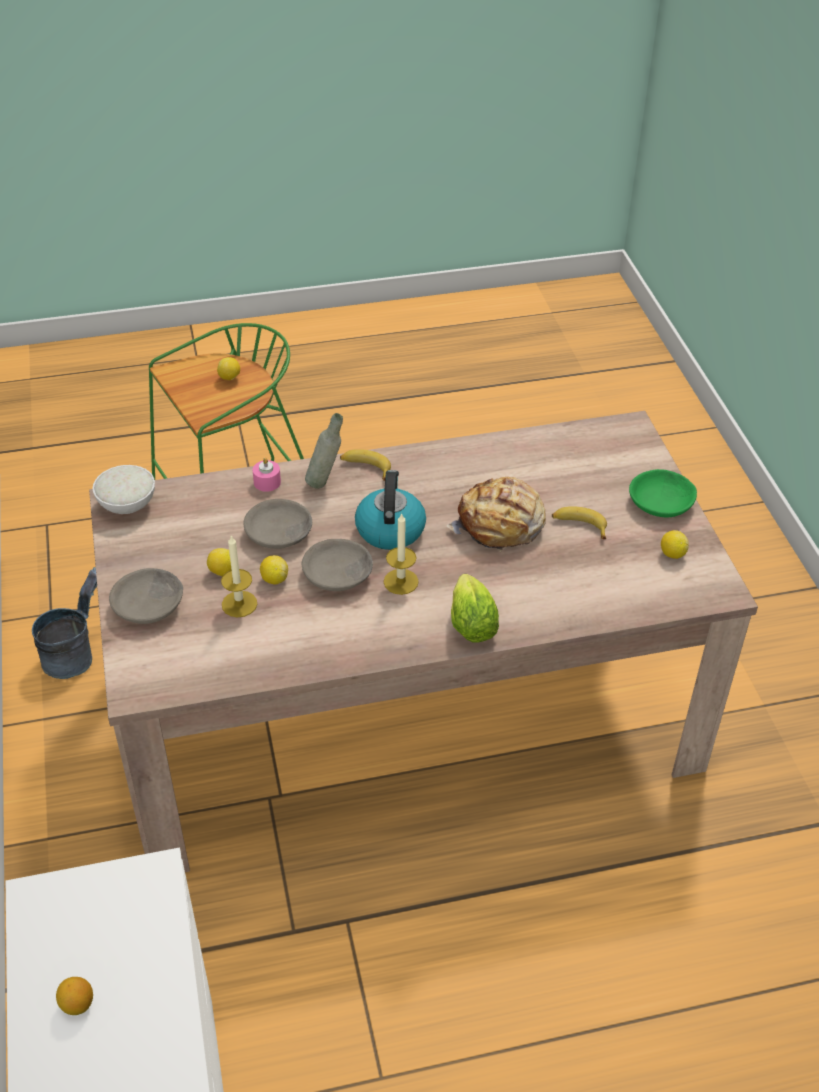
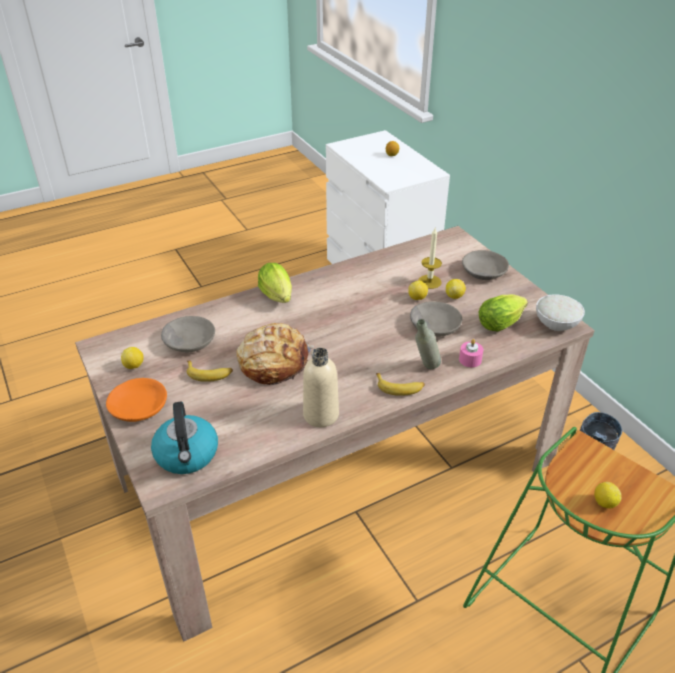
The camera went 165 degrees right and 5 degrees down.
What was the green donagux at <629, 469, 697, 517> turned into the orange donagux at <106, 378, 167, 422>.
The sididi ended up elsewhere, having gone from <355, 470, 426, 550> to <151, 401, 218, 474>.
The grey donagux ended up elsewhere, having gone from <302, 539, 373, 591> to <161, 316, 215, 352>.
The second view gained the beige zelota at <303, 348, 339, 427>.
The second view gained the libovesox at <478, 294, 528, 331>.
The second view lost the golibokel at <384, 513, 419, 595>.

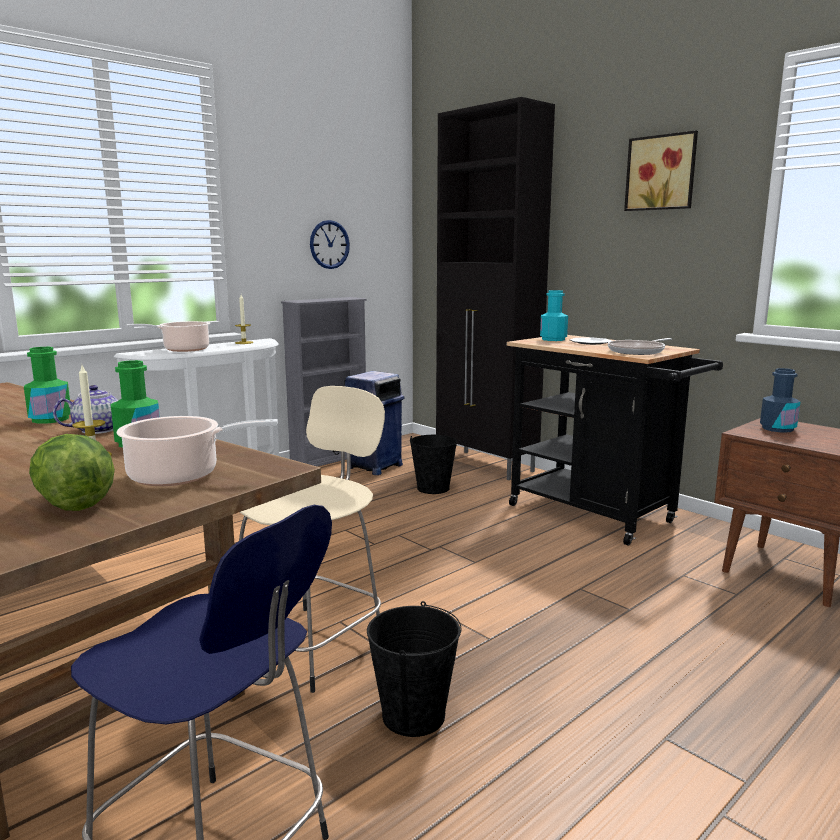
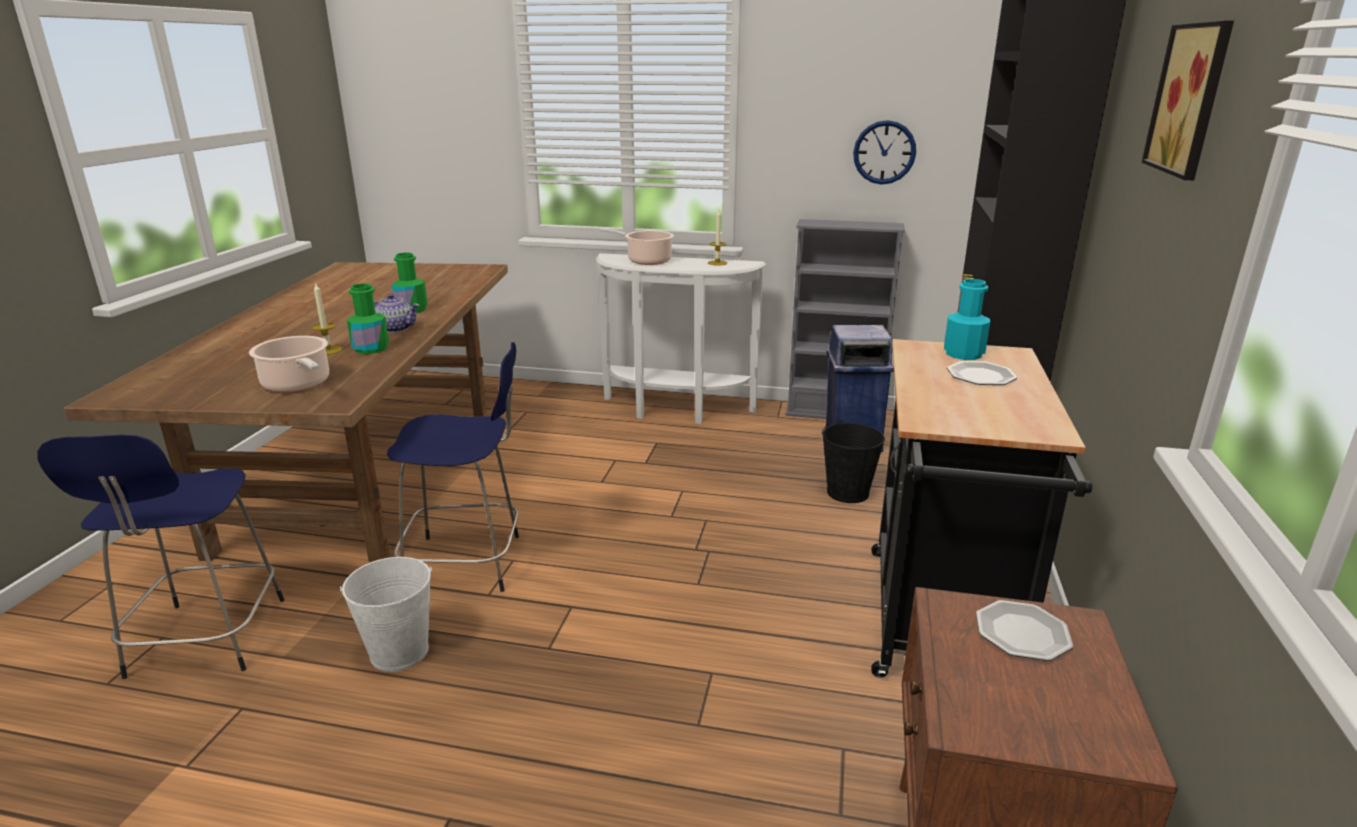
The camera went 55 degrees right and 10 degrees up.
What was the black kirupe at <367, 601, 461, 737> turned into the white kirupe at <340, 557, 432, 672>.
What was the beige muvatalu at <239, 386, 385, 693> turned into the blue muvatalu at <387, 342, 519, 592>.
Where the blue zelota stood at <760, 368, 800, 433>, the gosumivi came to stand at <976, 600, 1073, 661>.
The second view lost the libovesox at <29, 434, 115, 511>.
The second view lost the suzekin at <608, 338, 672, 355>.

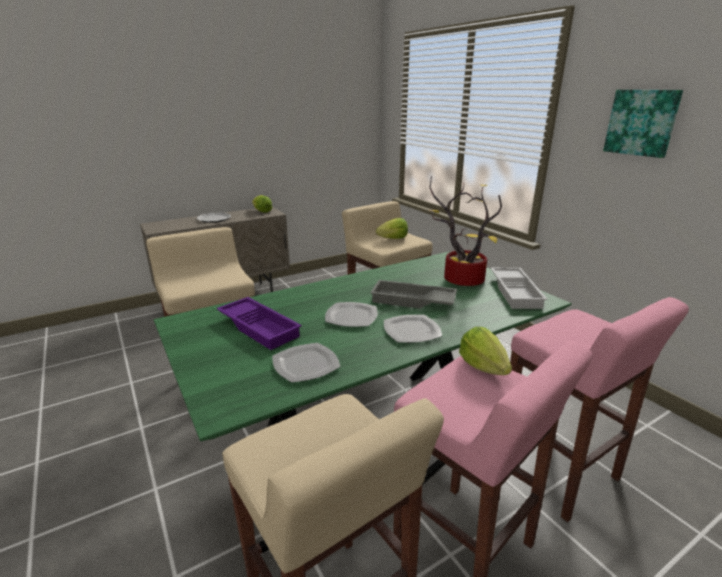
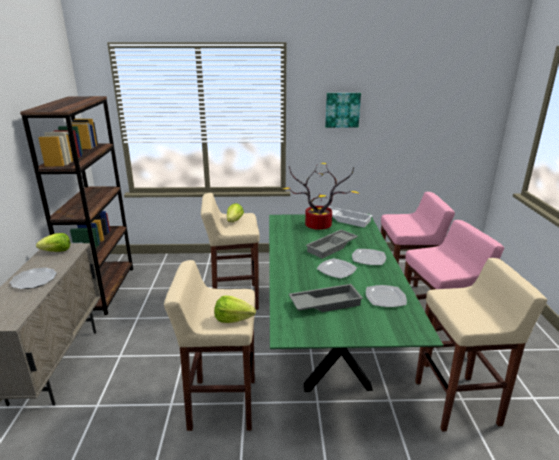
The camera went 60 degrees left and 0 degrees up.
The second view gained the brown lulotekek at <20, 96, 133, 315>.
The libovesox ended up elsewhere, having gone from <459, 327, 512, 375> to <214, 296, 256, 323>.
What was the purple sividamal at <217, 297, 302, 350> turned into the grey sividamal at <289, 284, 363, 312>.

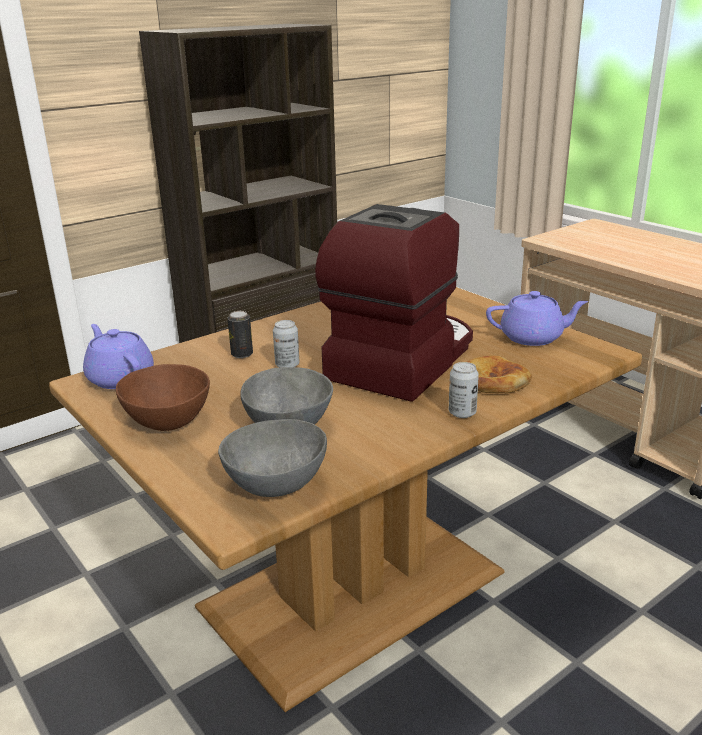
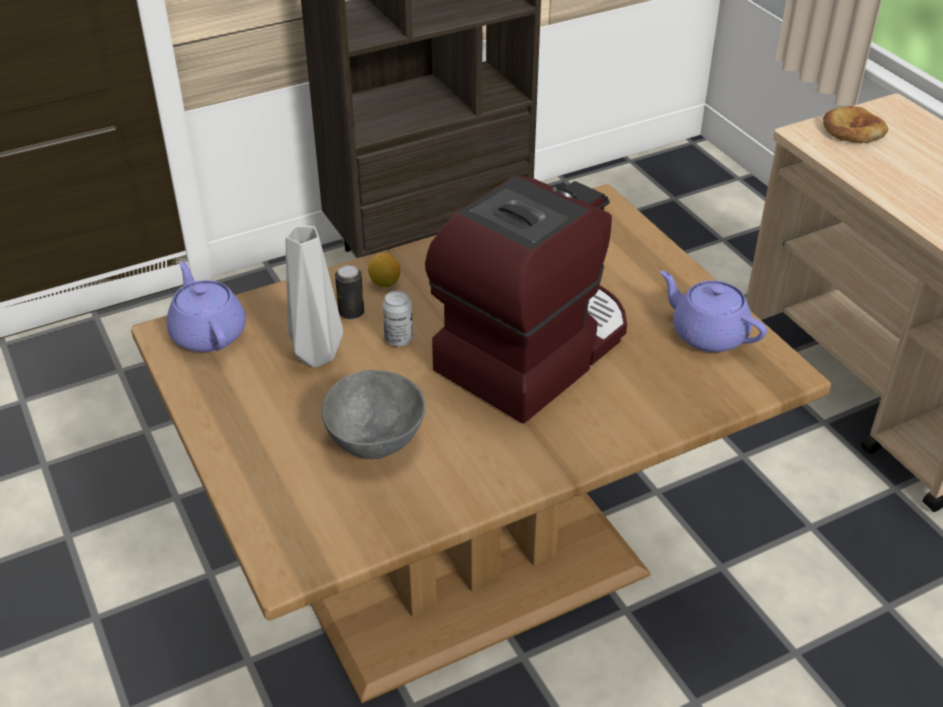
The camera went 10 degrees right and 15 degrees up.
The second view gained the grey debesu at <286, 226, 343, 367>.
The second view gained the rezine at <368, 253, 401, 287>.
The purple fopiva at <486, 291, 589, 346> ended up facing another way, 150 degrees counterclockwise from before.
The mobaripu ended up elsewhere, having gone from <467, 356, 532, 393> to <823, 106, 888, 143>.
The second view lost the brown donagux at <116, 364, 210, 431>.
The second view lost the grey donagux at <218, 419, 327, 497>.
The second view lost the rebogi at <449, 362, 479, 418>.

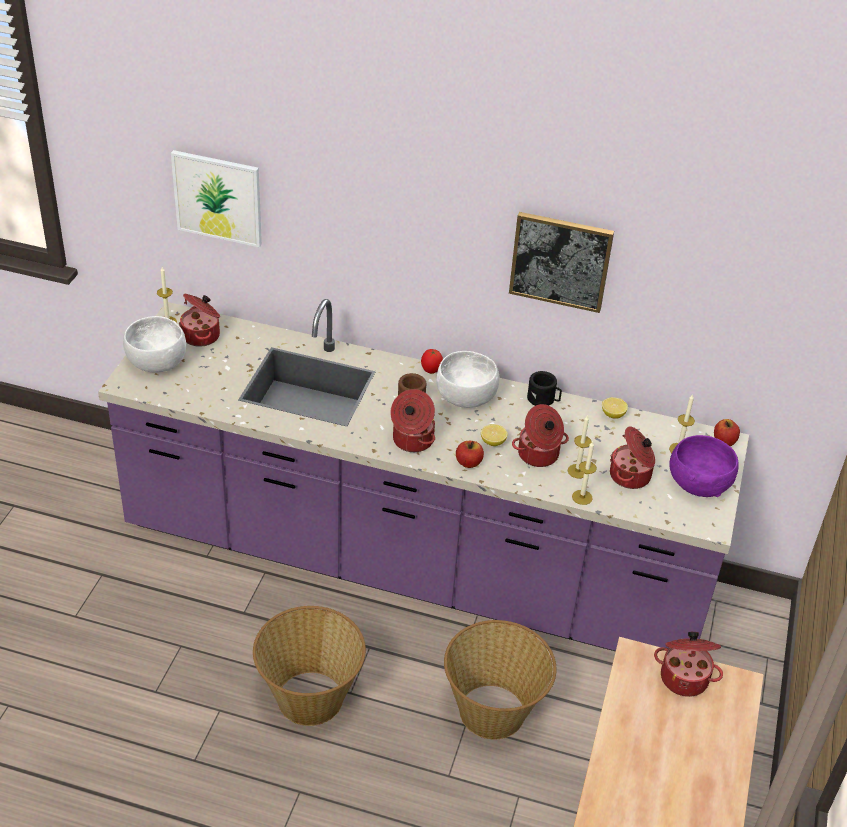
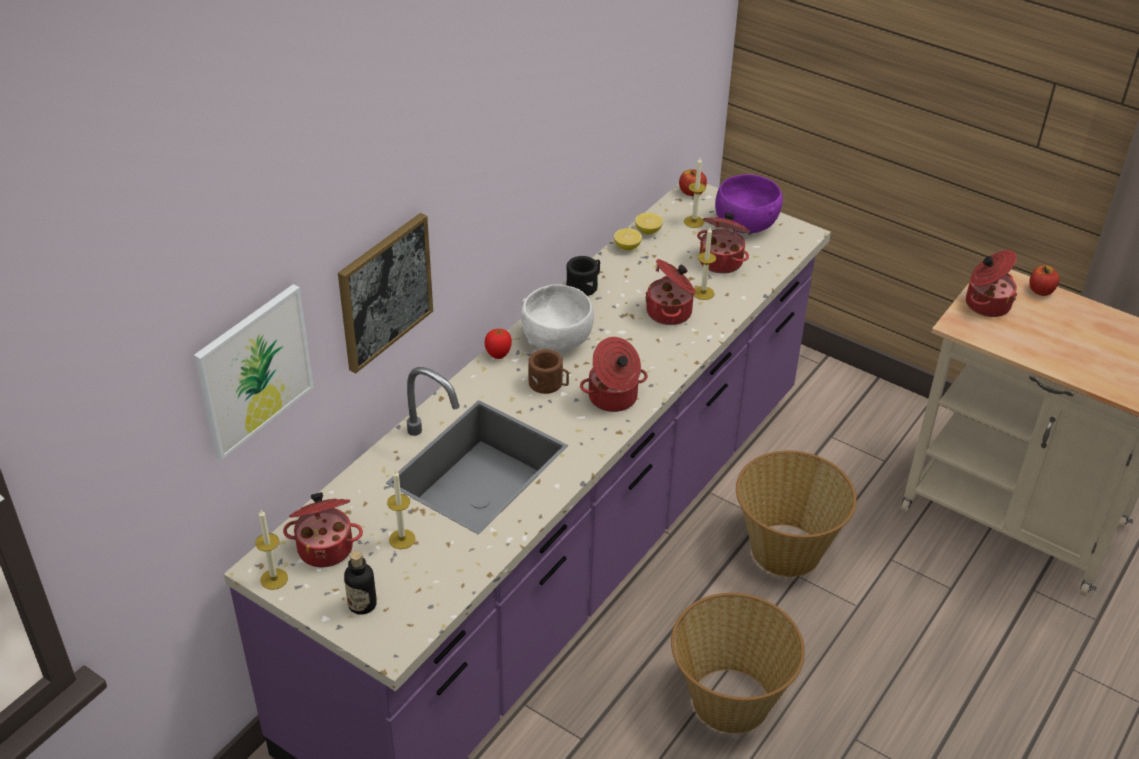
The camera went 70 degrees left and 0 degrees up.
The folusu ended up elsewhere, having gone from <509, 212, 614, 313> to <338, 213, 433, 373>.
Where the white donagux stood at <123, 316, 186, 372>, the zelota came to stand at <344, 551, 377, 615>.
The golibokel ended up elsewhere, having gone from <572, 441, 597, 505> to <387, 469, 415, 549>.
The rezine ended up elsewhere, having gone from <481, 424, 508, 446> to <635, 213, 663, 234>.
The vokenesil ended up elsewhere, having gone from <456, 441, 484, 468> to <1029, 265, 1059, 296>.

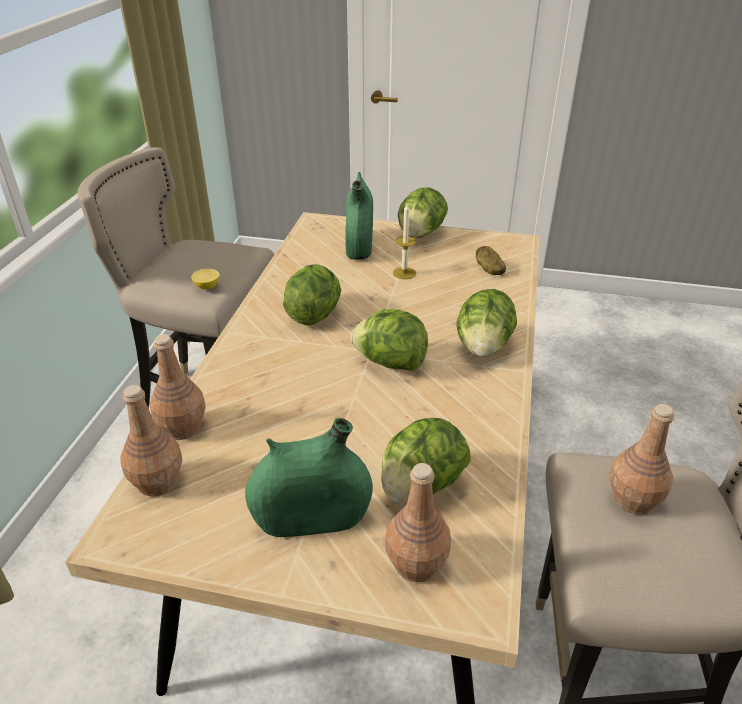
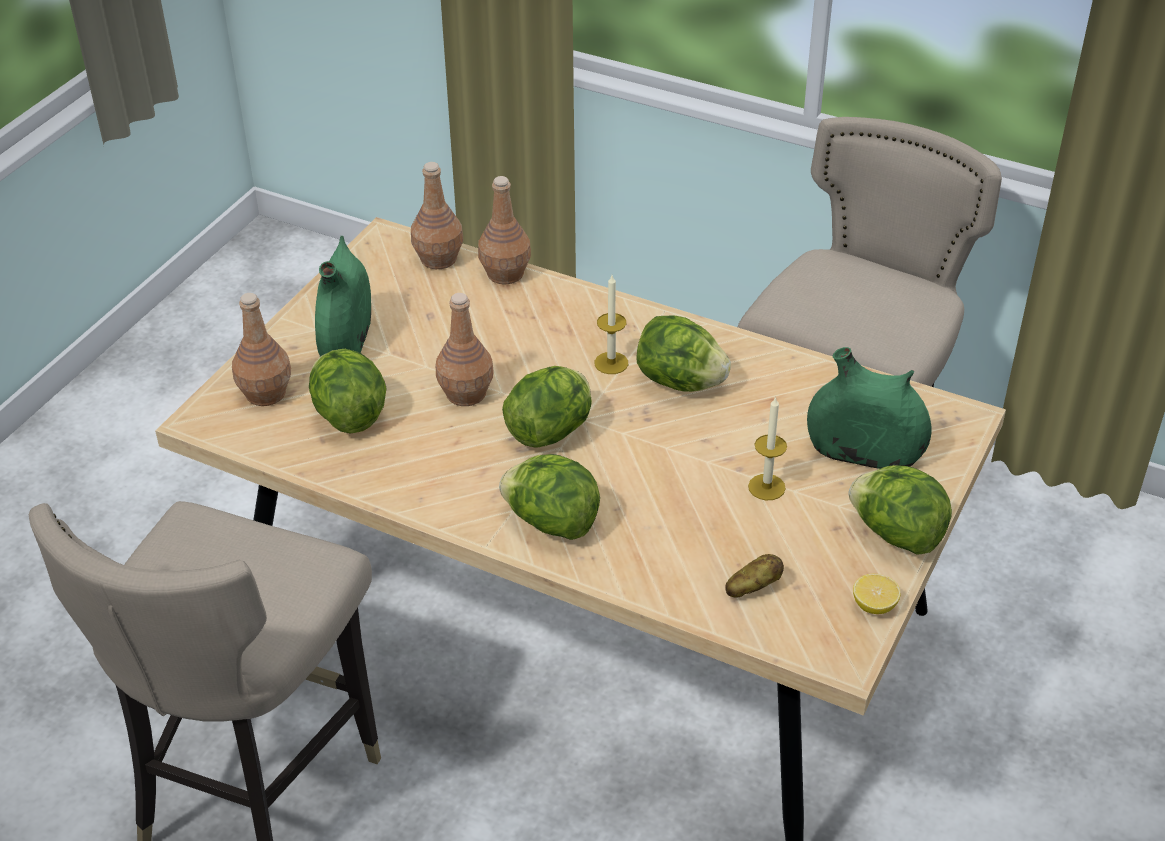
The camera went 105 degrees right and 5 degrees up.
The brown zelota ended up elsewhere, having gone from <609, 404, 674, 514> to <436, 293, 494, 406>.
The second view gained the golibokel at <594, 275, 628, 374>.
The rezine ended up elsewhere, having gone from <191, 269, 220, 289> to <853, 574, 900, 614>.

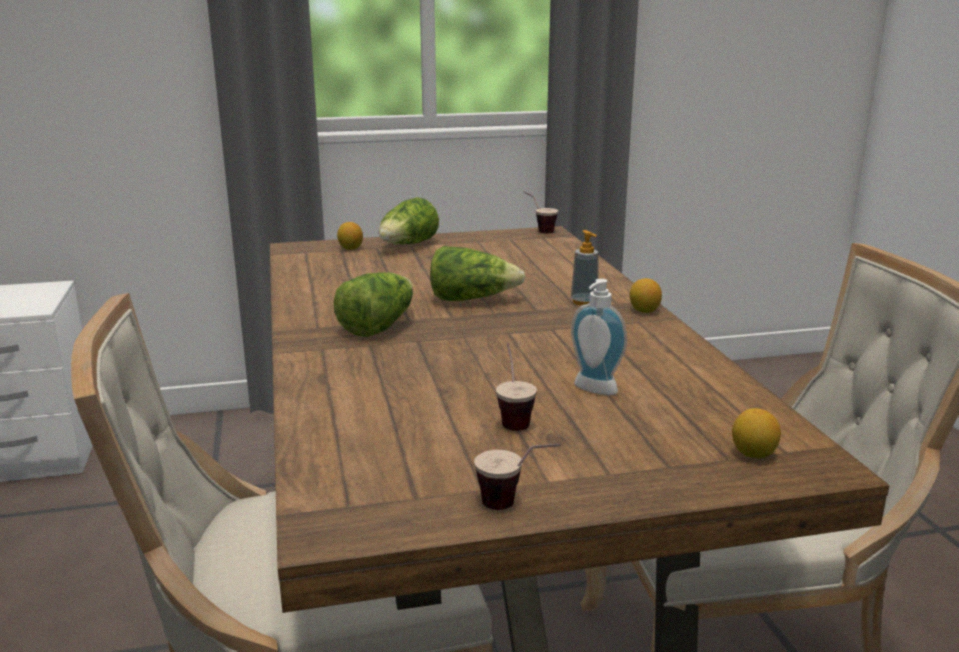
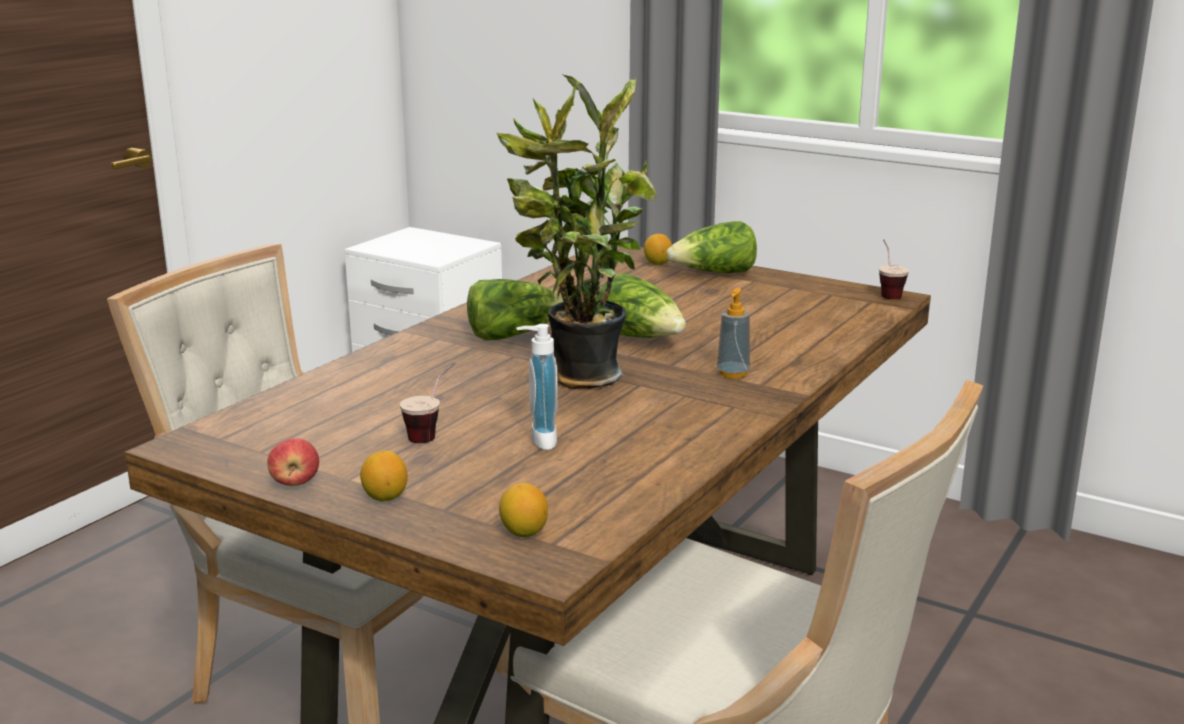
The camera went 45 degrees right and 0 degrees up.
Where the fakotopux stood at <474, 443, 561, 510>, the vokenesil came to stand at <267, 438, 319, 486>.
The rezine ended up elsewhere, having gone from <630, 278, 662, 313> to <360, 451, 408, 502>.
The second view gained the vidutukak at <497, 75, 657, 389>.

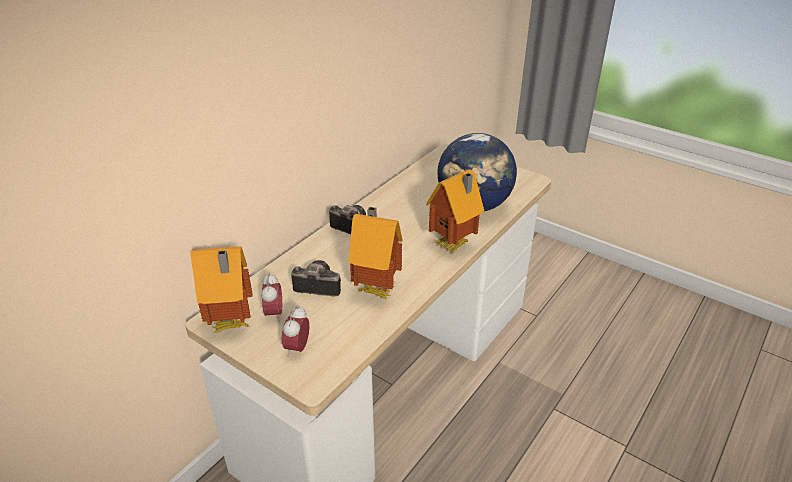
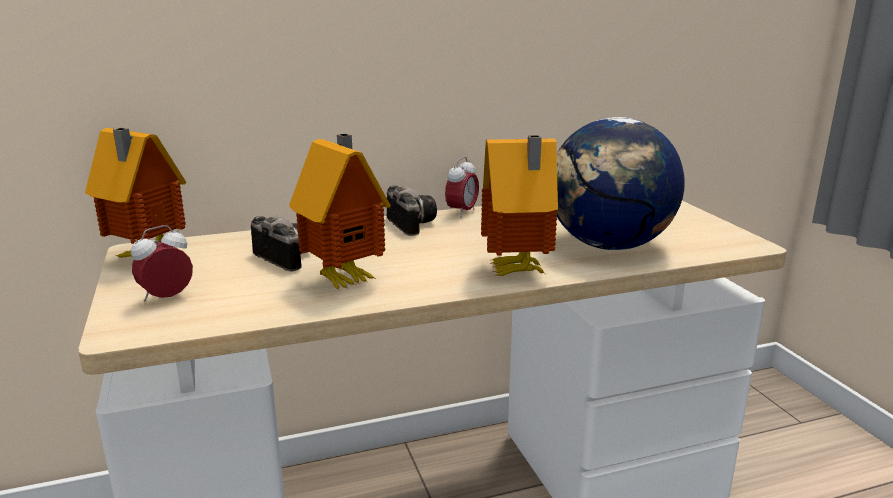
The camera went 35 degrees right and 15 degrees down.
The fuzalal ended up elsewhere, having gone from <261, 273, 282, 322> to <445, 157, 479, 218>.

